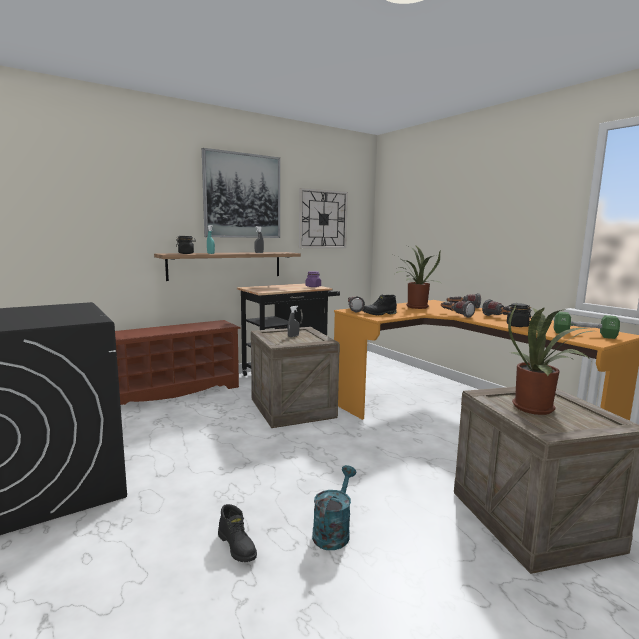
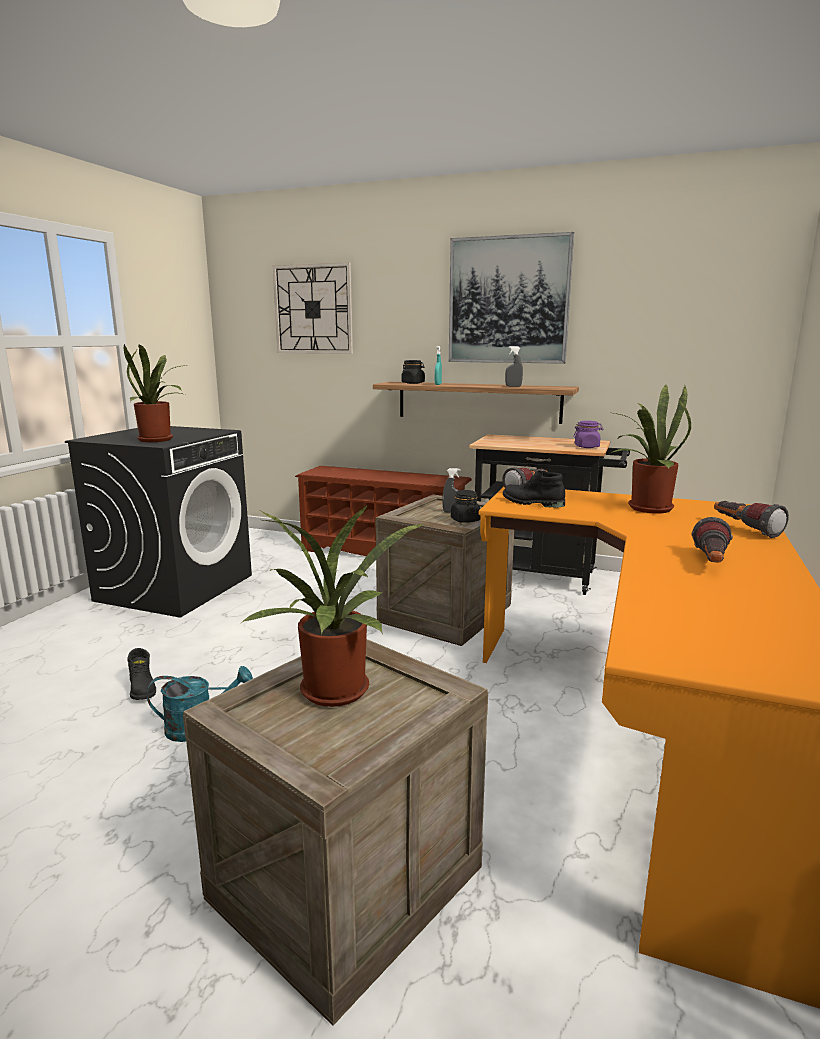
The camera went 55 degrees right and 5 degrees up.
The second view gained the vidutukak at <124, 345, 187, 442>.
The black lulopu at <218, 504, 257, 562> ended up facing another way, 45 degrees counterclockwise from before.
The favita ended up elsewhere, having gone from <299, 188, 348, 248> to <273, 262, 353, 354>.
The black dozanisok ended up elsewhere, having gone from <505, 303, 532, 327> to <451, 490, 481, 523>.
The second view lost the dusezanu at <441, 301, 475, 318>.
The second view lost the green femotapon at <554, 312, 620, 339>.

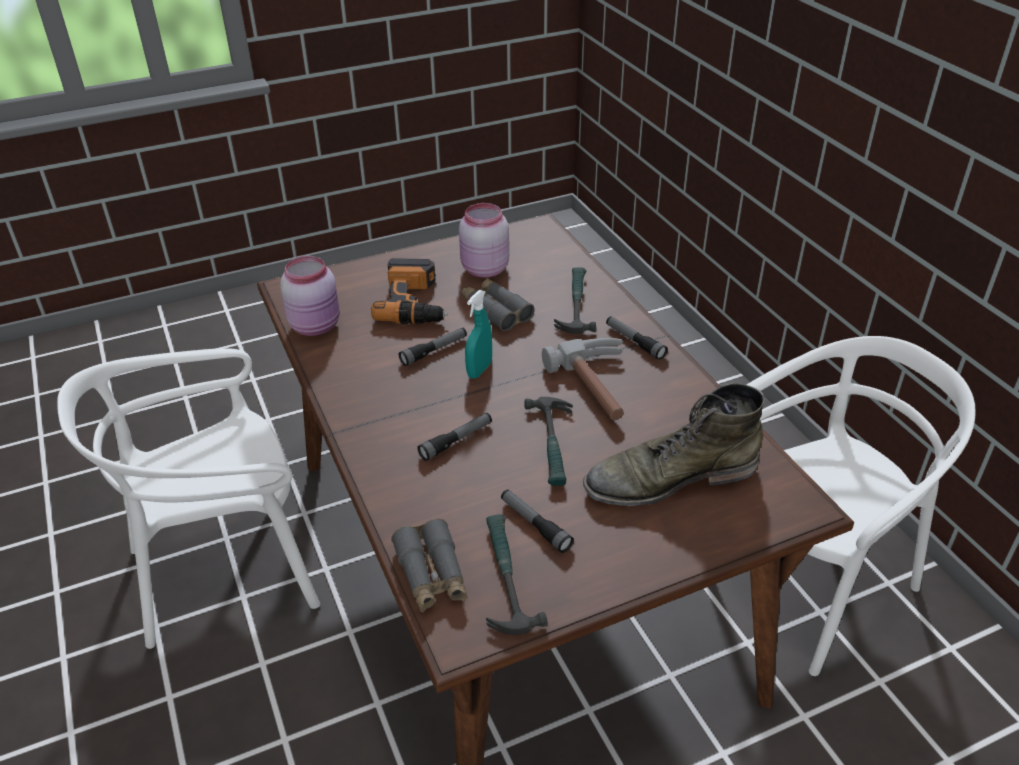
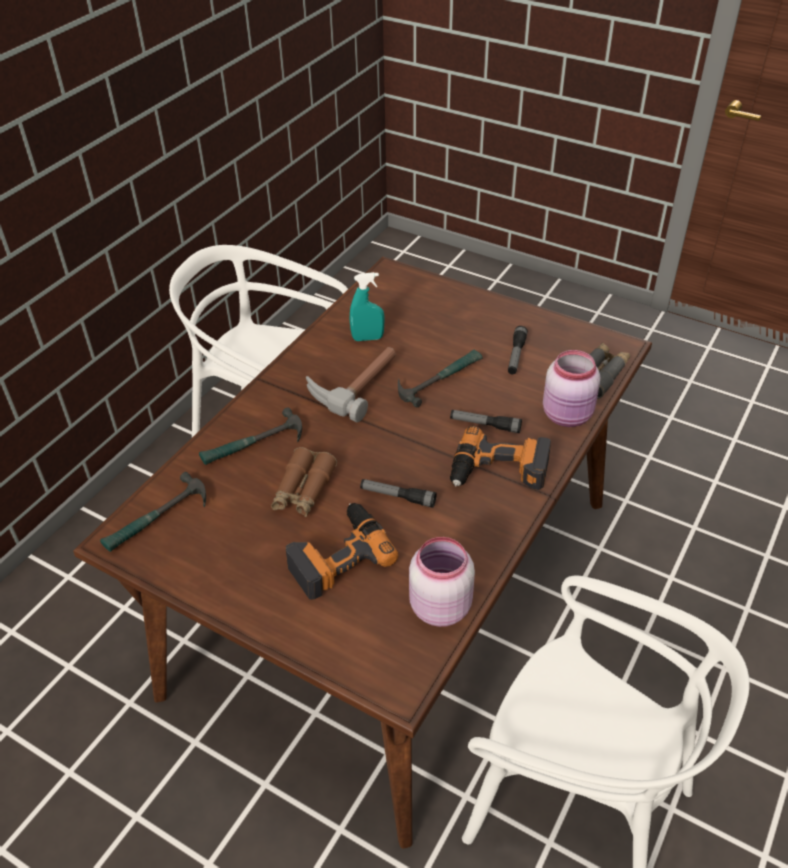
The camera went 125 degrees left and 5 degrees up.
The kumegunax ended up elsewhere, having gone from <486, 514, 548, 635> to <100, 472, 206, 552>.
What was the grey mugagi at <462, 278, 534, 331> turned into the brown mugagi at <271, 447, 337, 517>.
The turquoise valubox ended up elsewhere, having gone from <465, 290, 492, 379> to <350, 272, 385, 341>.
The second view gained the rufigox at <450, 426, 551, 490>.
The pink dozanisok ended up elsewhere, having gone from <459, 203, 509, 278> to <543, 350, 600, 427>.
The second view lost the green lulopu at <583, 383, 765, 506>.
The second view lost the dusezanu at <606, 316, 668, 360>.

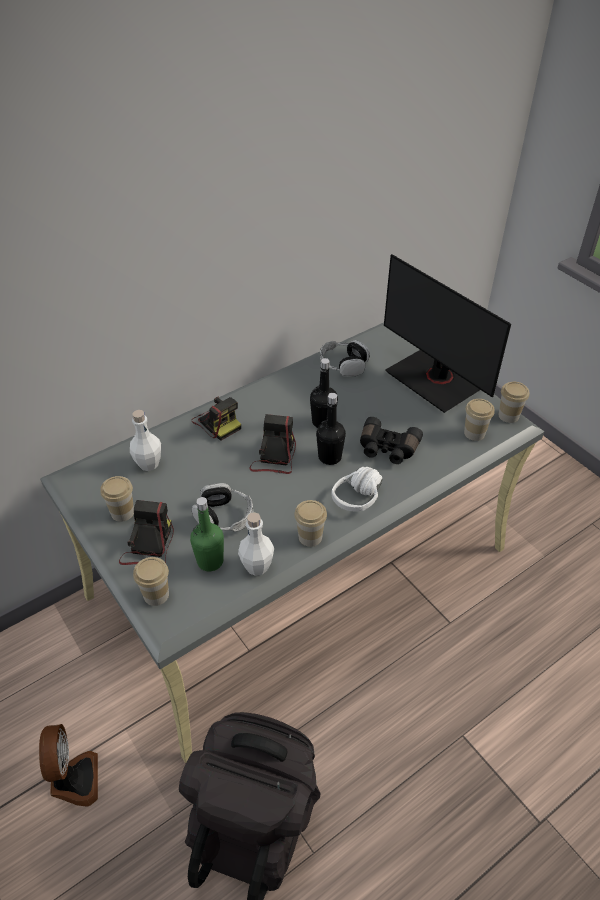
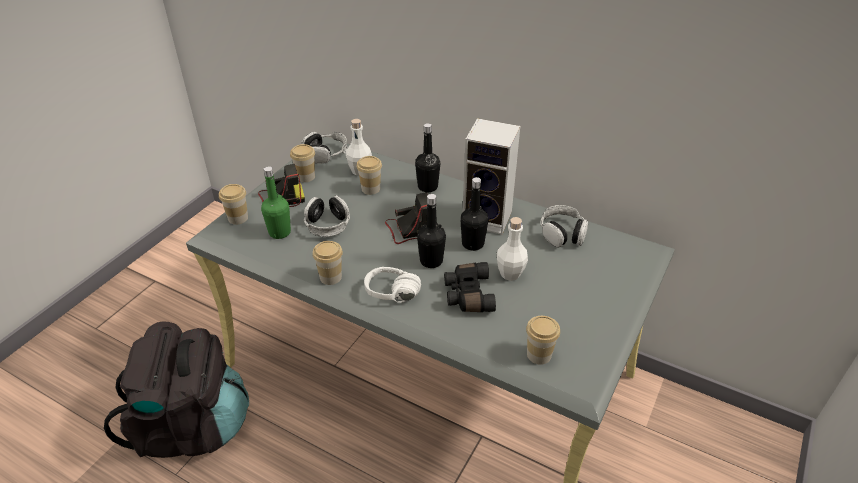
The camera went 65 degrees right and 5 degrees down.
The second view gained the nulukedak at <301, 132, 348, 164>.
The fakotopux ended up elsewhere, having gone from <499, 382, 529, 423> to <357, 156, 382, 195>.
Where the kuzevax stood at <191, 397, 241, 441>, the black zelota came to stand at <415, 123, 440, 192>.
The second view gained the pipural at <462, 118, 520, 235>.
The white zelota ended up elsewhere, having gone from <238, 512, 274, 576> to <497, 217, 528, 281>.
The second view lost the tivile at <39, 724, 98, 806>.
The second view lost the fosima at <384, 254, 511, 413>.

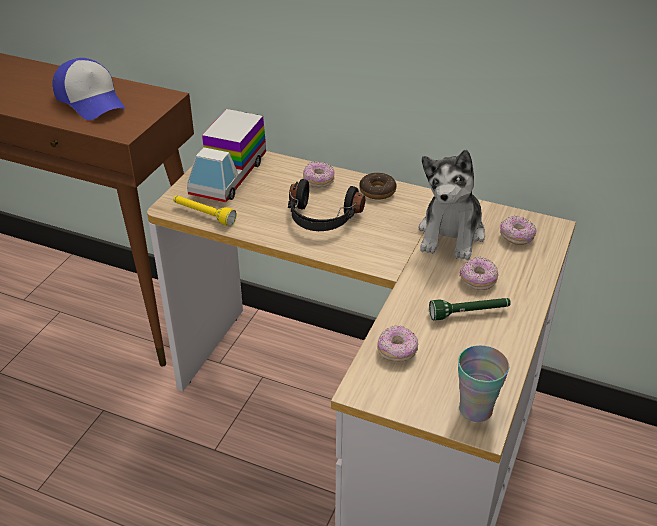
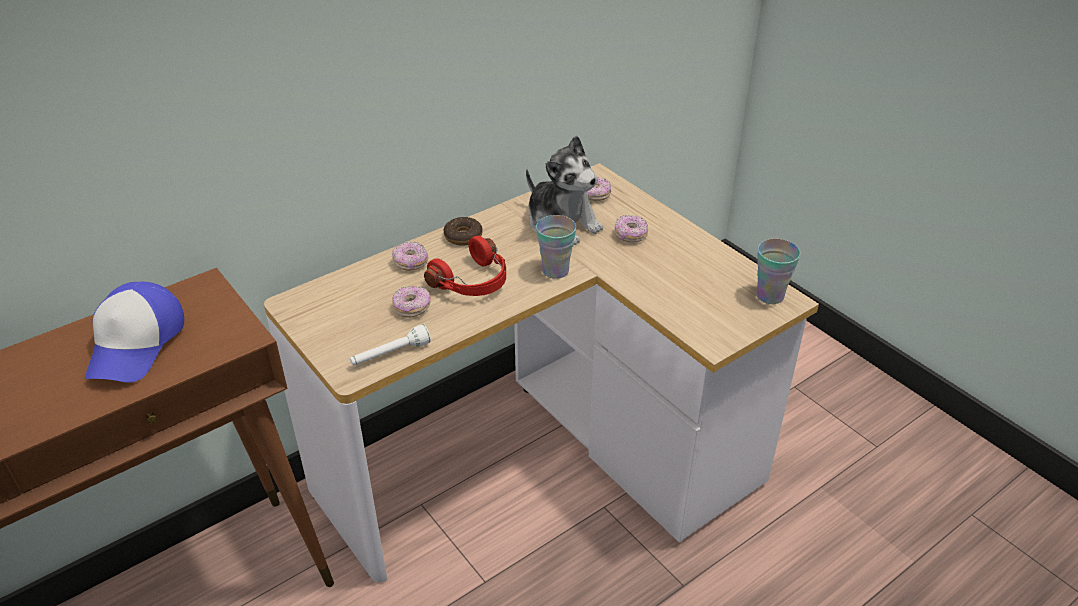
The camera went 60 degrees left and 0 degrees up.
The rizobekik at <52, 58, 125, 120> ended up facing another way, 105 degrees clockwise from before.
What was the yellow dusezanu at <173, 195, 237, 226> turned into the white dusezanu at <350, 324, 431, 365>.
The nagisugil ended up elsewhere, having gone from <377, 325, 418, 362> to <392, 286, 431, 318>.
What was the black nulukedak at <288, 179, 365, 231> turned into the red nulukedak at <424, 236, 506, 296>.
The second view gained the fakotopux at <536, 215, 576, 279>.
The second view lost the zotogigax at <187, 109, 266, 202>.
The second view lost the green dusezanu at <429, 298, 511, 320>.

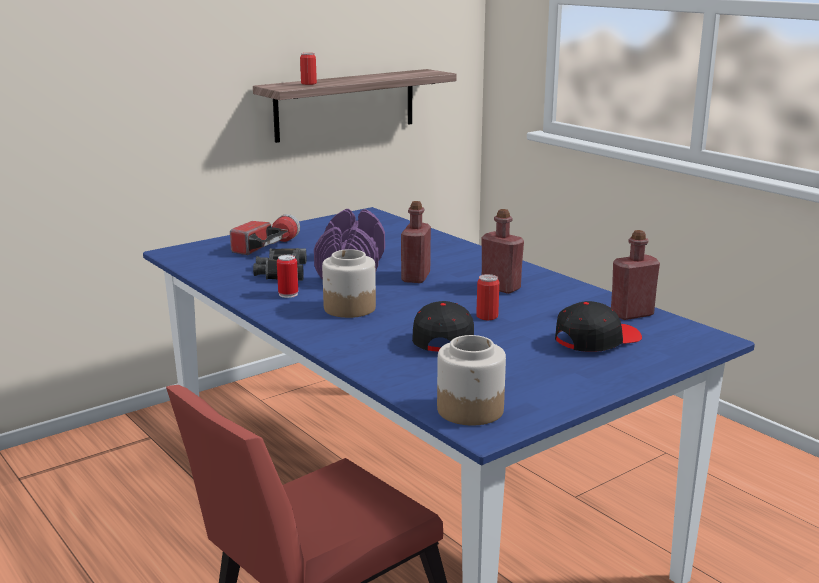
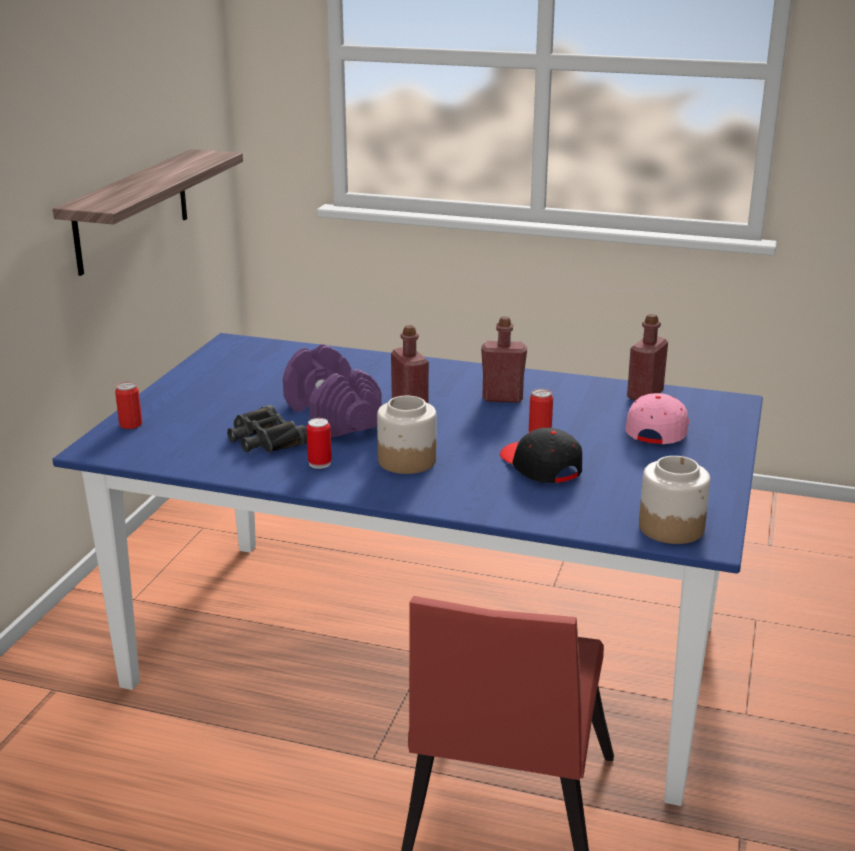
The camera went 35 degrees left and 5 degrees up.
The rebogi ended up elsewhere, having gone from <300, 53, 317, 85> to <115, 382, 142, 429>.
What was the black rizobekik at <555, 301, 642, 352> turned into the pink rizobekik at <626, 393, 689, 444>.
The second view lost the dusezanu at <230, 214, 300, 255>.

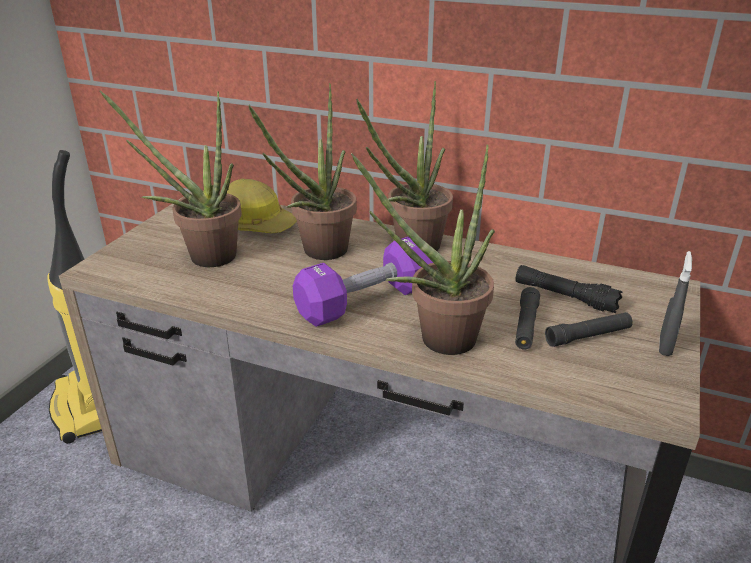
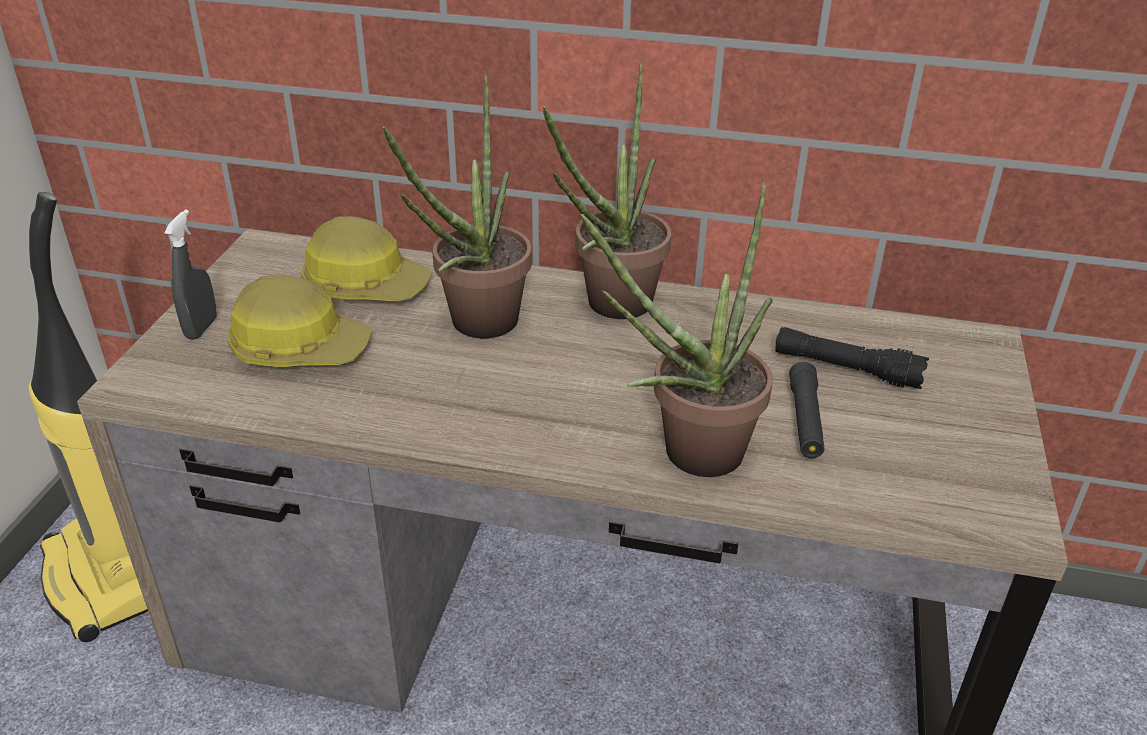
The camera went 10 degrees left and 5 degrees up.
The grey valubox ended up elsewhere, having gone from <659, 251, 692, 356> to <165, 209, 217, 340>.
Where the vidutukak stood at <99, 90, 242, 267>, the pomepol came to stand at <227, 274, 372, 367>.
The second view lost the purple femotapon at <293, 237, 433, 327>.
The second view lost the black dusezanu at <545, 312, 633, 347>.

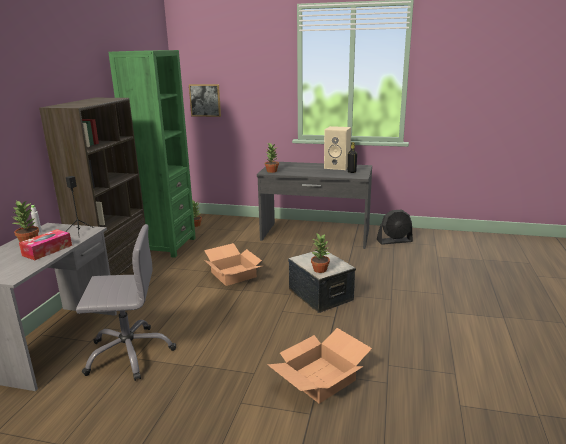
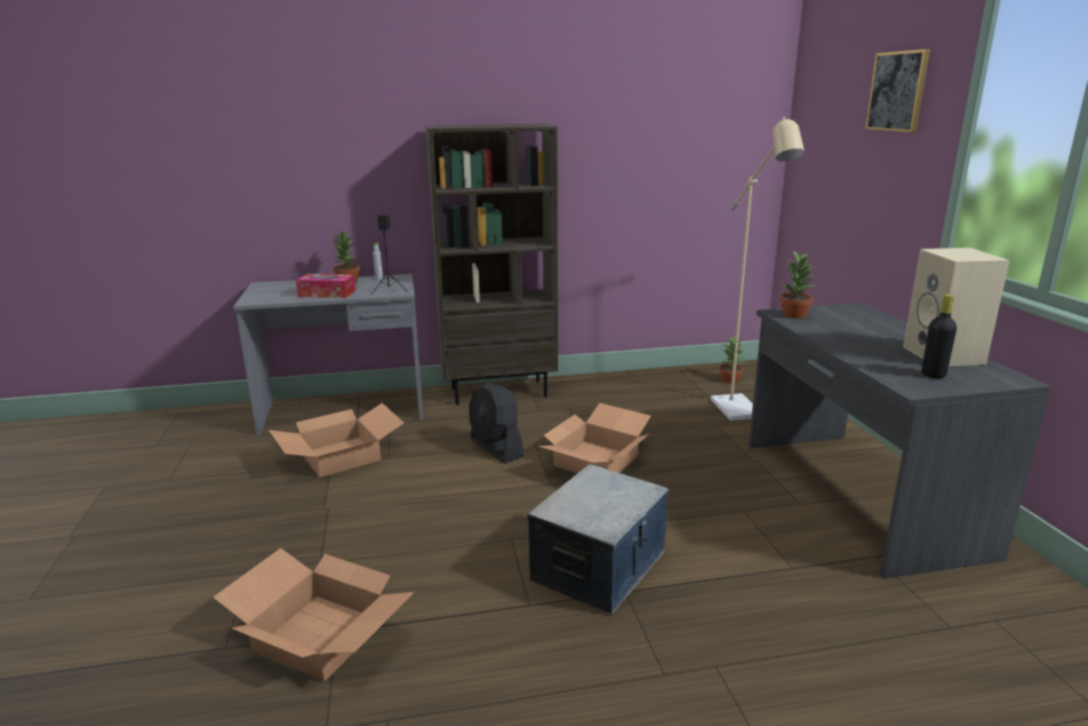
The camera went 65 degrees right and 0 degrees up.
Where the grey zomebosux stood at <76, 224, 176, 381>, the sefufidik came to stand at <269, 403, 404, 477>.
The black tivile ended up elsewhere, having gone from <377, 210, 413, 245> to <469, 383, 524, 463>.
The second view gained the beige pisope at <711, 117, 804, 421>.
The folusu ended up elsewhere, having gone from <189, 84, 221, 117> to <865, 49, 930, 133>.
The second view lost the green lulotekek at <108, 50, 196, 258>.
The second view lost the vidutukak at <311, 233, 330, 273>.

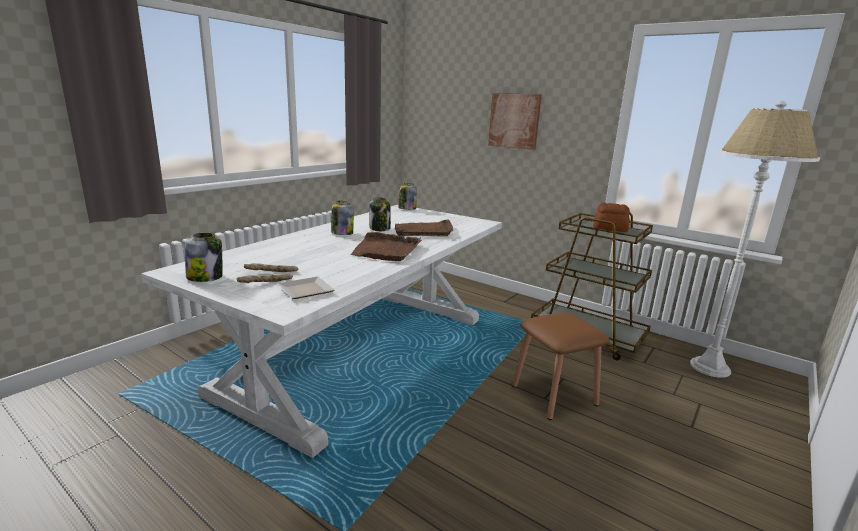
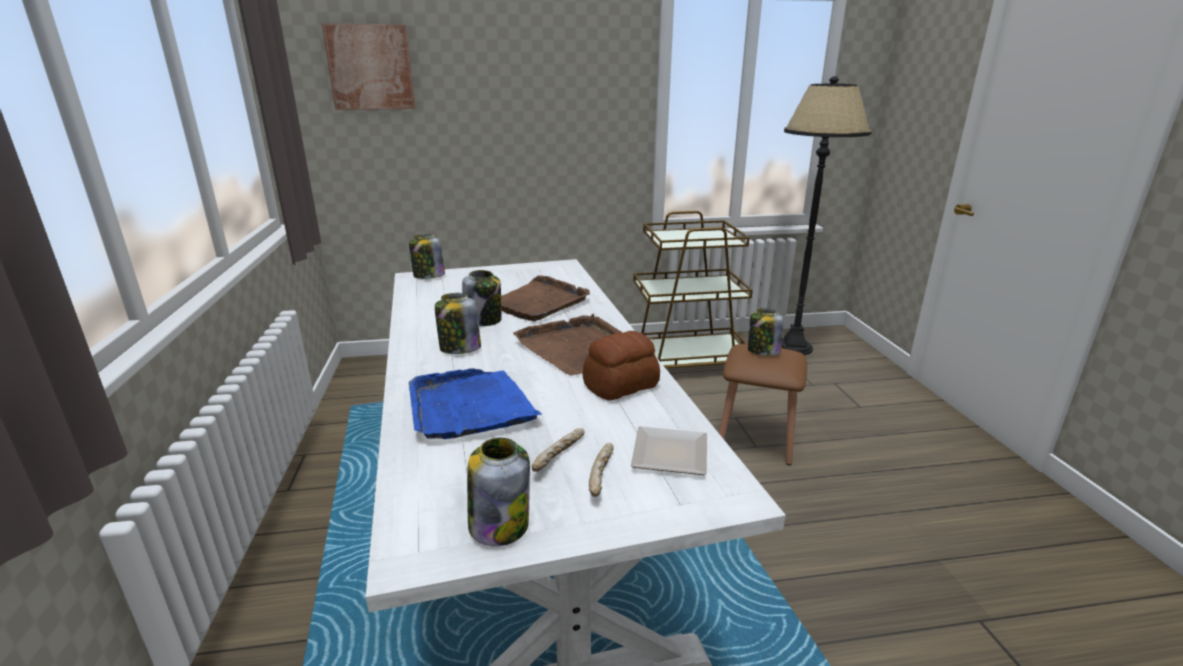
The camera went 45 degrees left and 5 degrees up.
The folusu ended up elsewhere, having gone from <488, 93, 542, 150> to <322, 24, 416, 110>.
The second view gained the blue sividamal at <409, 368, 542, 439>.
The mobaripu ended up elsewhere, having gone from <593, 203, 630, 232> to <583, 331, 660, 401>.
The second view gained the dozanisok at <748, 308, 783, 356>.
What was the white pisope at <690, 101, 820, 378> turned into the black pisope at <781, 76, 872, 355>.

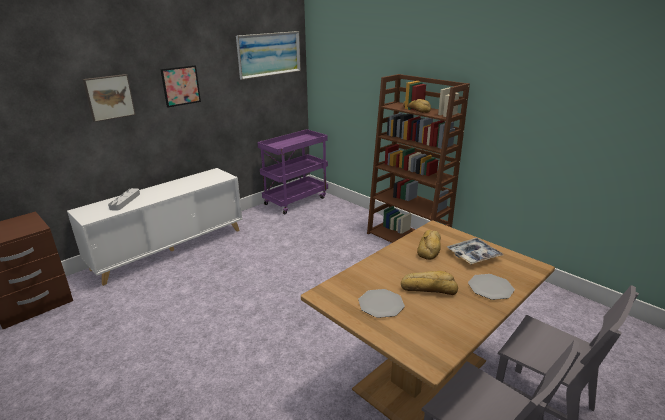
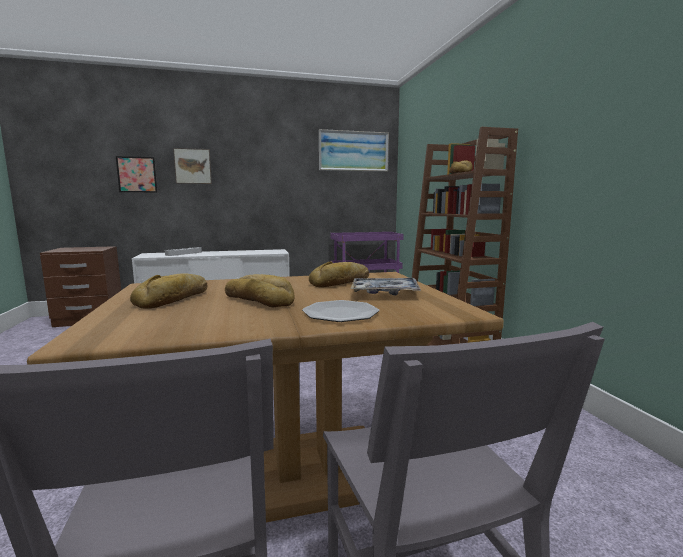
The camera went 30 degrees right and 15 degrees down.
The folusu ended up elsewhere, having gone from <160, 65, 201, 107> to <116, 156, 157, 193>.
Where the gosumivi stood at <358, 289, 405, 318>, the mobaripu came to stand at <130, 273, 208, 309>.

